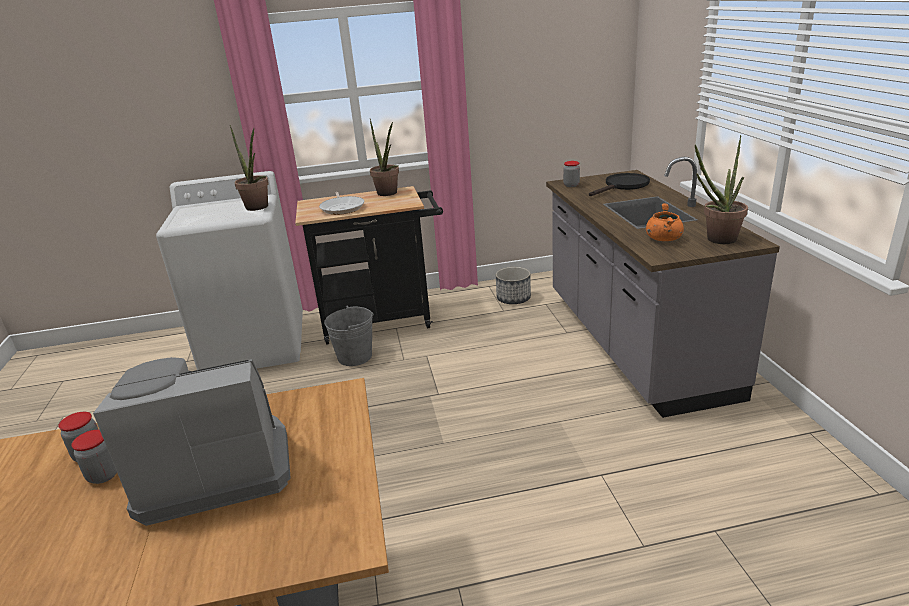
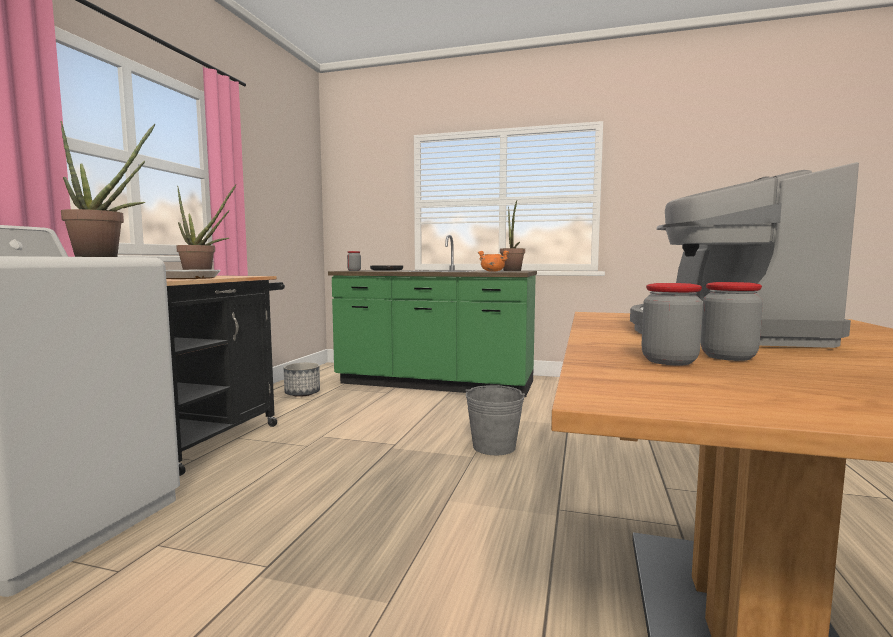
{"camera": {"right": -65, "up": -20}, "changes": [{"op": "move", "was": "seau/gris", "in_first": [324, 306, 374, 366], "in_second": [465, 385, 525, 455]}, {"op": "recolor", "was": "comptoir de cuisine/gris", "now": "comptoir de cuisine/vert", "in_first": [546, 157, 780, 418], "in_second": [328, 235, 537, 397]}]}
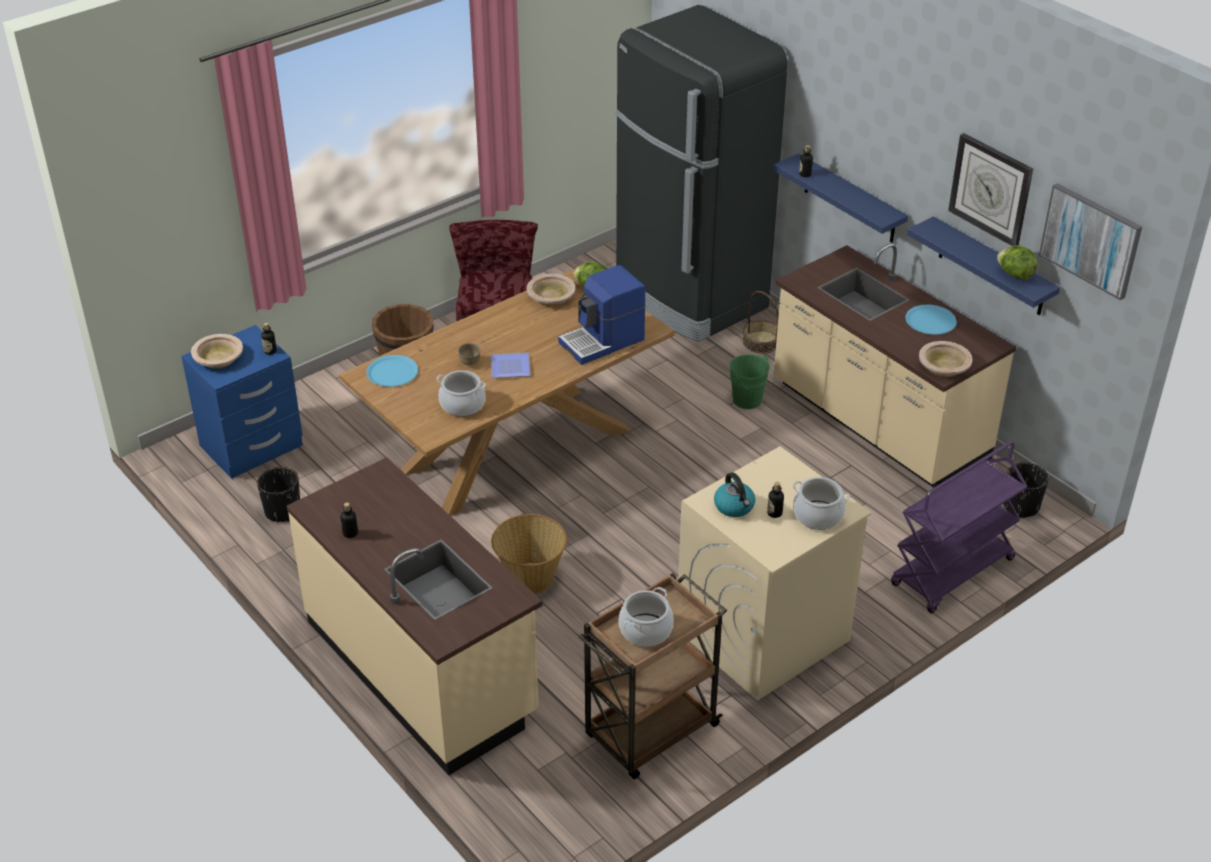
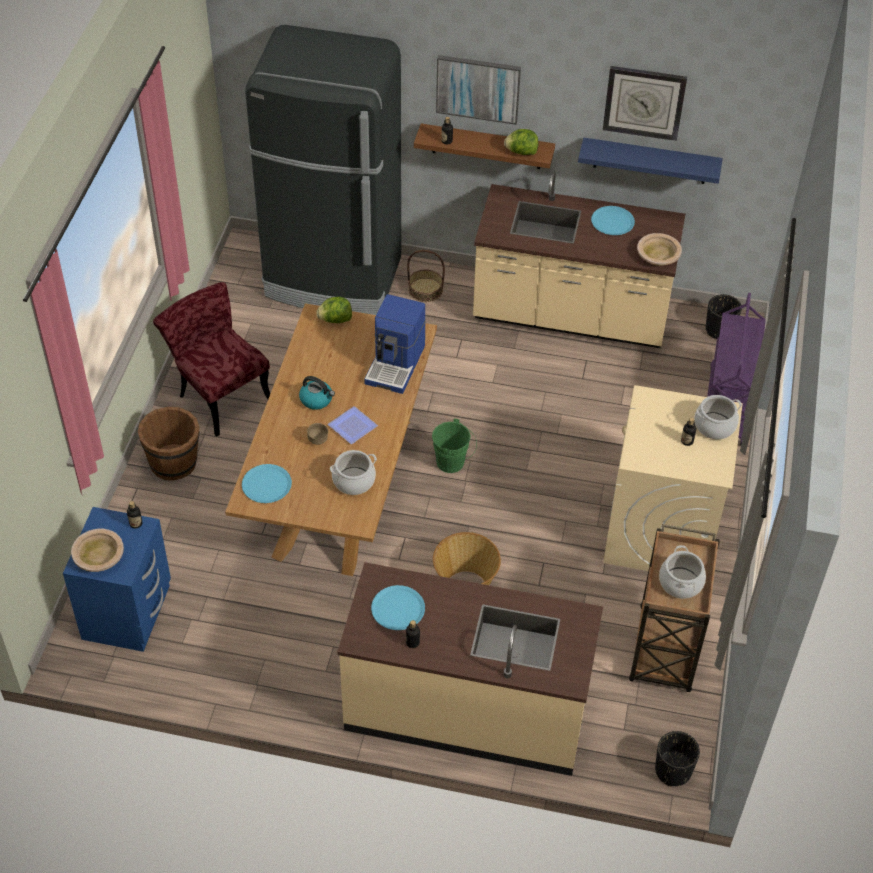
{"camera": {"right": -40, "up": 10}, "changes": [{"op": "delete", "was": "bol/beige", "in_first": [527, 274, 575, 306]}, {"op": "insert", "now": "assiette/bleu", "in_second": [371, 585, 425, 630]}, {"op": "move", "was": "cache-pot/noir", "in_first": [257, 467, 300, 522], "in_second": [655, 731, 700, 786]}, {"op": "move", "was": "bouilloire", "in_first": [714, 472, 755, 517], "in_second": [299, 376, 335, 410]}, {"op": "move", "was": "seau/vert", "in_first": [729, 354, 775, 409], "in_second": [432, 418, 477, 473]}, {"op": "move", "was": "laitue", "in_first": [997, 245, 1037, 280], "in_second": [504, 129, 538, 155]}, {"op": "move", "was": "tableau", "in_first": [1039, 183, 1142, 300], "in_second": [436, 55, 521, 125]}, {"op": "recolor", "was": "étagère/bleu", "now": "étagère/marron", "in_first": [773, 153, 908, 243], "in_second": [414, 124, 555, 169]}]}
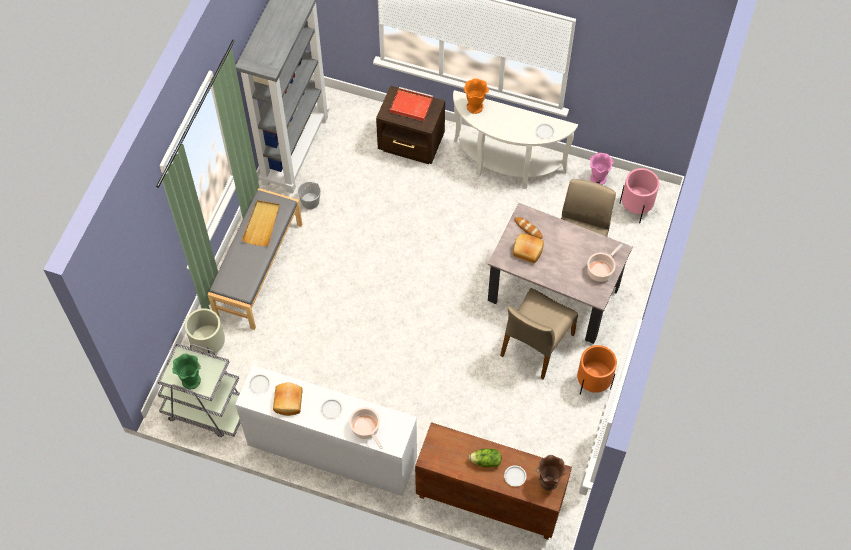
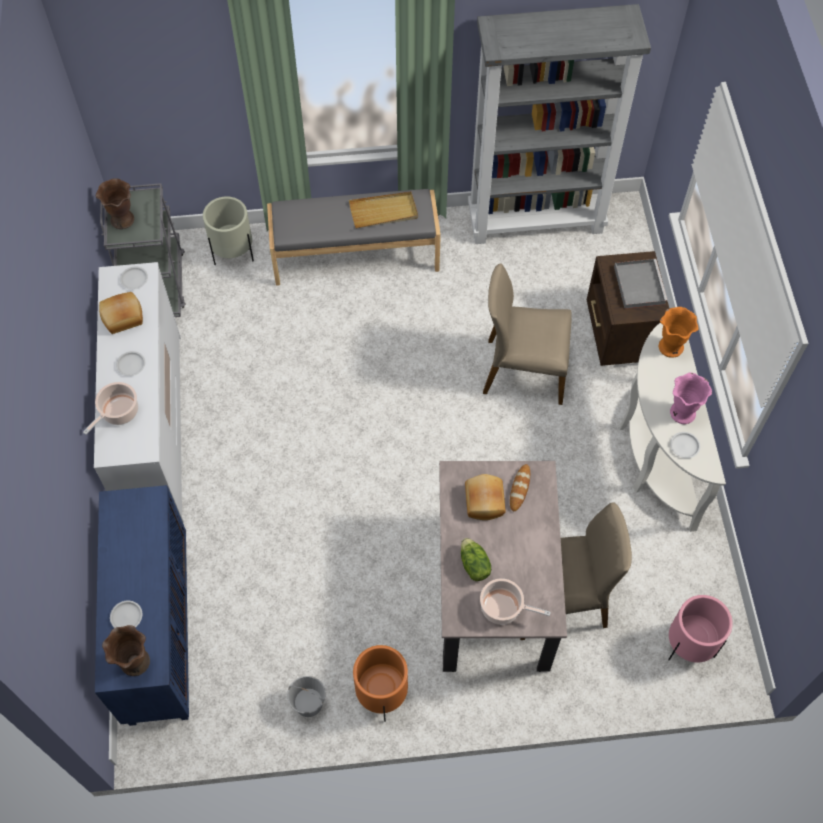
{"camera": {"right": 65, "up": 0}, "changes": [{"op": "move", "was": "seau/blanc", "in_first": [297, 182, 321, 209], "in_second": [287, 676, 326, 717]}, {"op": "move", "was": "laitue", "in_first": [469, 449, 502, 468], "in_second": [461, 538, 491, 581]}, {"op": "move", "was": "chaise/beige", "in_first": [500, 288, 578, 379], "in_second": [483, 263, 572, 405]}, {"op": "move", "was": "vase/rose", "in_first": [590, 152, 614, 185], "in_second": [670, 373, 712, 424]}, {"op": "recolor", "was": "vase/vert", "now": "vase/marron", "in_first": [172, 354, 201, 390], "in_second": [96, 178, 134, 229]}, {"op": "recolor", "was": "plateau/rouge", "now": "plateau/gris", "in_first": [390, 87, 433, 121], "in_second": [614, 259, 668, 309]}, {"op": "recolor", "was": "meuble de rangement/marron", "now": "meuble de rangement/bleu", "in_first": [415, 422, 572, 540], "in_second": [95, 485, 189, 726]}]}
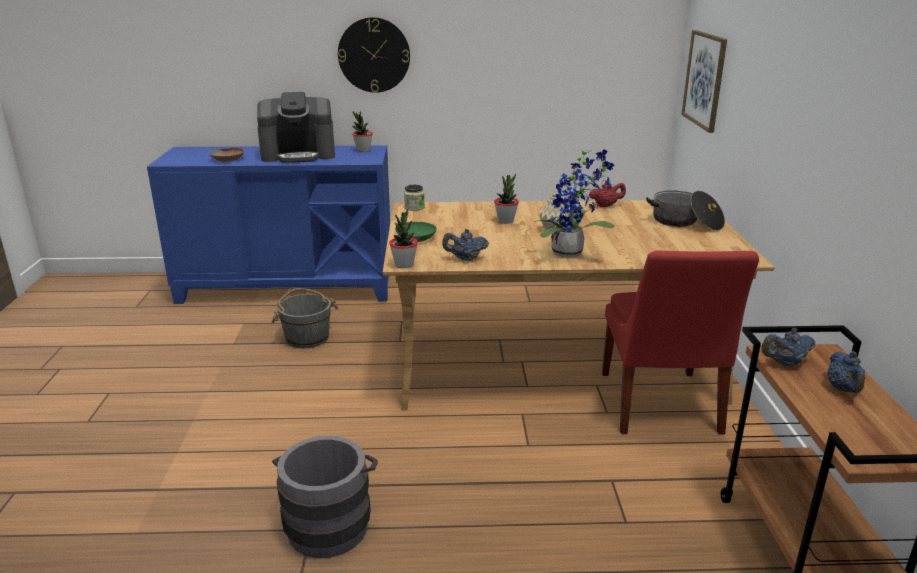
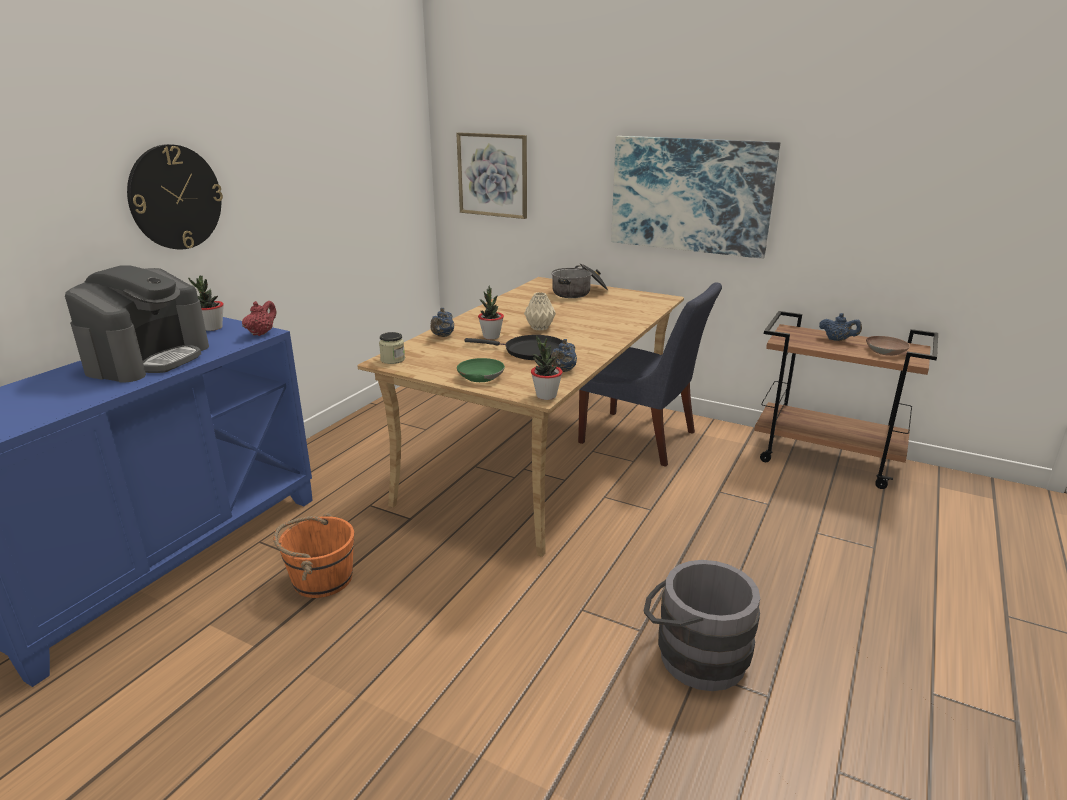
{"camera": {"right": -60, "up": 0}, "changes": [{"op": "delete", "was": "plante en pot", "in_first": [534, 148, 615, 257]}, {"op": "insert", "now": "poêle/noir", "in_second": [464, 335, 562, 360]}, {"op": "insert", "now": "tableau", "in_second": [611, 136, 780, 259]}, {"op": "move", "was": "bol/marron", "in_first": [209, 148, 244, 162], "in_second": [866, 336, 910, 356]}, {"op": "move", "was": "théière/rouge", "in_first": [589, 180, 626, 207], "in_second": [242, 301, 276, 336]}, {"op": "move", "was": "théière/bleu", "in_first": [761, 328, 816, 367], "in_second": [430, 308, 454, 337]}, {"op": "recolor", "was": "seau/gris", "now": "seau/orange", "in_first": [271, 288, 338, 348], "in_second": [274, 513, 354, 598]}, {"op": "recolor", "was": "chaise/rouge", "now": "chaise/bleu", "in_first": [602, 250, 759, 435], "in_second": [578, 283, 722, 467]}]}
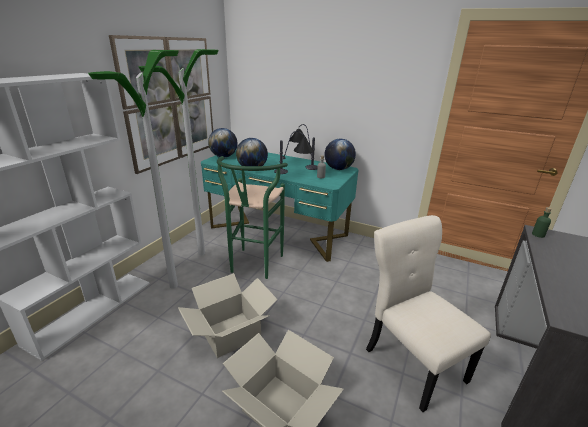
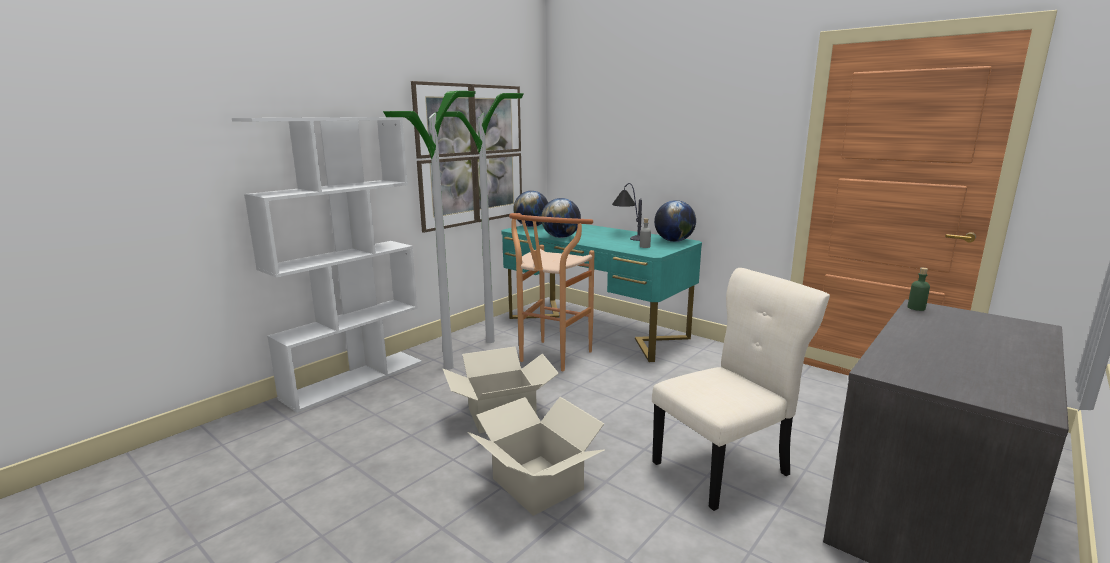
{"camera": {"right": 15, "up": -10}, "changes": [{"op": "delete", "was": "lampe de table", "in_first": [274, 131, 314, 174]}, {"op": "recolor", "was": "tabouret/vert", "now": "tabouret/marron", "in_first": [217, 156, 288, 279], "in_second": [509, 213, 594, 371]}, {"op": "rotate", "was": "chaise/beige", "in_first": [366, 215, 491, 412], "in_second": [652, 268, 830, 511], "clockwise": 75}]}
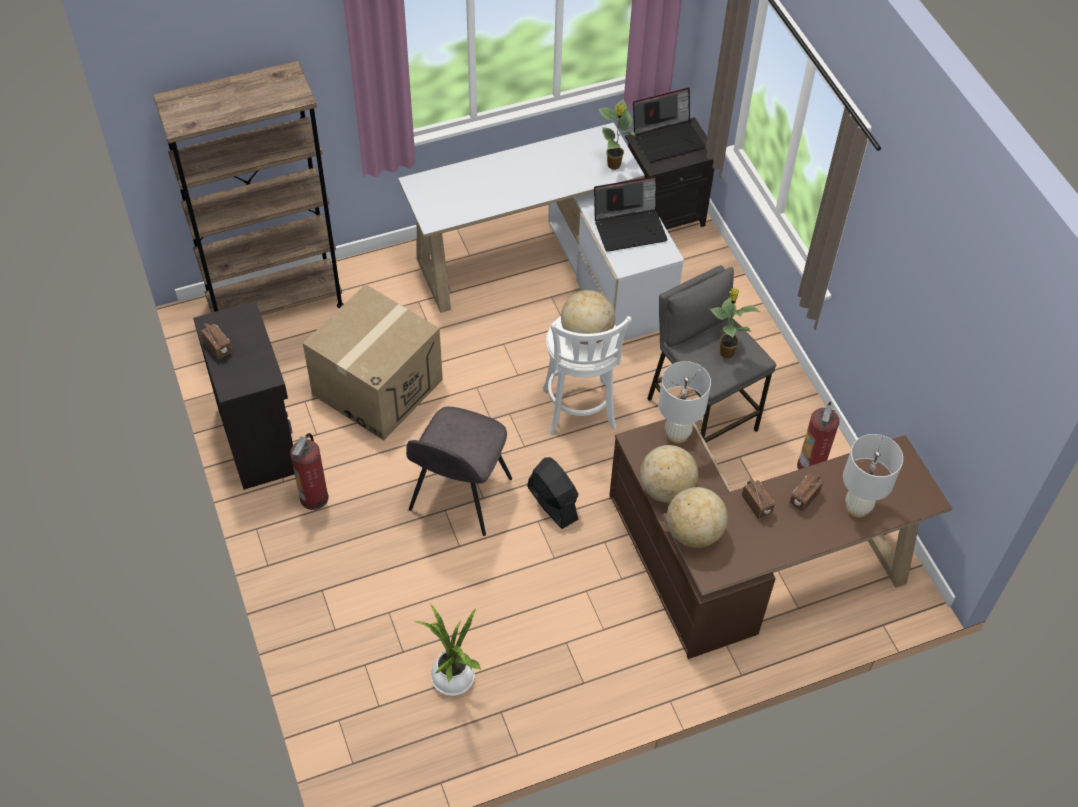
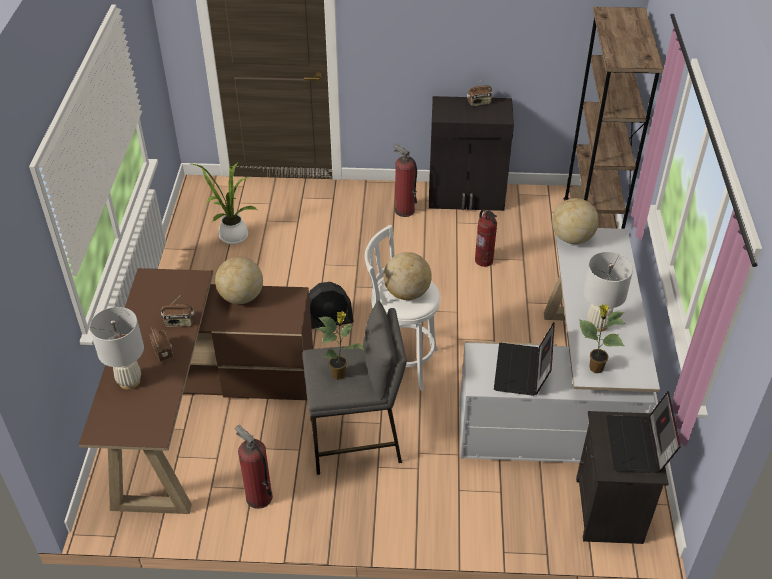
{"camera": {"right": 115, "up": -10}, "changes": [{"op": "delete", "was": "chaise/gris", "in_first": [406, 407, 512, 536]}, {"op": "move", "was": "lampe de table/blanc", "in_first": [658, 361, 711, 443], "in_second": [583, 252, 633, 332]}, {"op": "move", "was": "globe", "in_first": [667, 487, 728, 548], "in_second": [552, 198, 599, 244]}, {"op": "replace", "was": "carton", "now": "extincteur", "in_first": [303, 284, 443, 440], "in_second": [475, 209, 497, 267]}]}
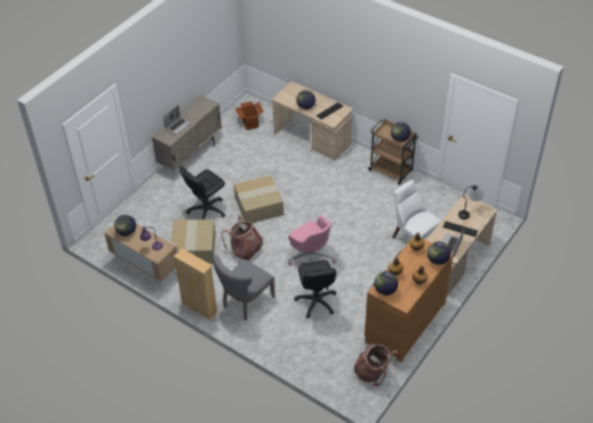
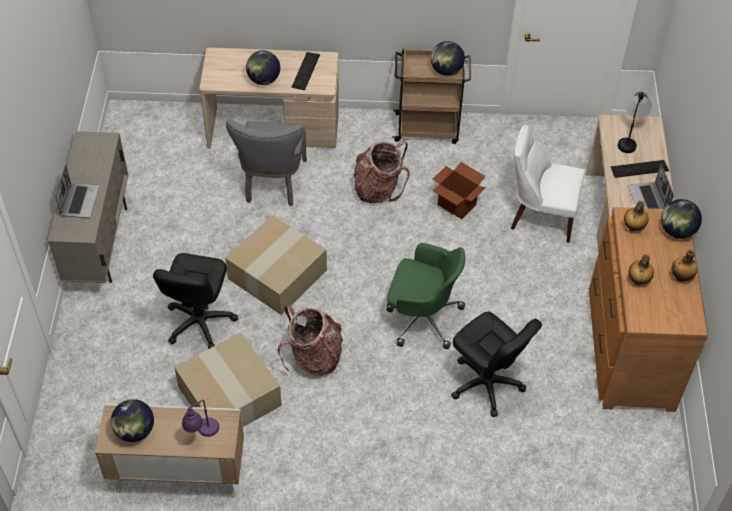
{"camera": {"right": -35, "up": 5}, "changes": [{"op": "delete", "was": "bibliothèque/beige", "in_first": [173, 248, 218, 320]}, {"op": "delete", "was": "globe", "in_first": [374, 271, 398, 295]}, {"op": "move", "was": "chaise/gris", "in_first": [213, 255, 275, 321], "in_second": [226, 120, 307, 206]}, {"op": "move", "was": "carton", "in_first": [235, 101, 264, 130], "in_second": [432, 162, 486, 219]}, {"op": "move", "was": "sac à dos", "in_first": [354, 344, 400, 386], "in_second": [354, 140, 410, 203]}, {"op": "recolor", "was": "chaise de bureau/rose", "now": "chaise de bureau/vert", "in_first": [288, 215, 337, 265], "in_second": [387, 243, 465, 349]}]}
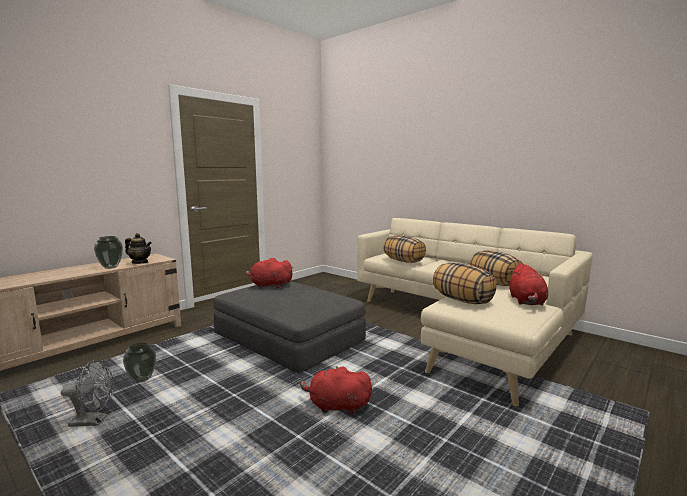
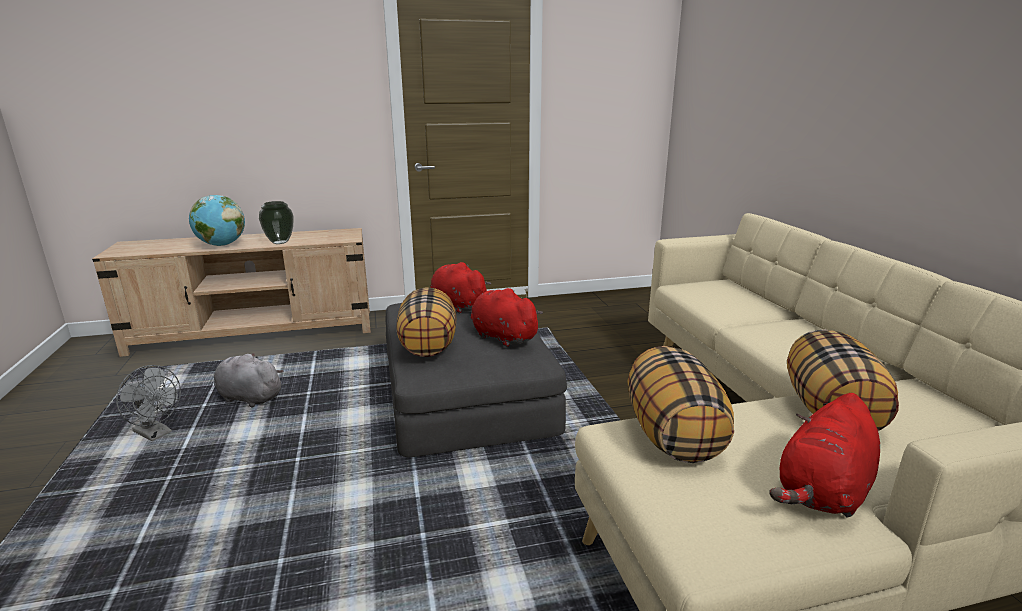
{"camera": {"right": 35, "up": 10}, "changes": [{"op": "delete", "was": "théière", "in_first": [125, 233, 152, 264]}, {"op": "insert", "now": "globe", "in_second": [189, 195, 245, 246]}, {"op": "move", "was": "peluche/rouge", "in_first": [300, 366, 372, 415], "in_second": [471, 288, 543, 347]}, {"op": "move", "was": "coussin", "in_first": [383, 235, 426, 263], "in_second": [396, 287, 456, 357]}, {"op": "replace", "was": "vase", "now": "peluche/gris", "in_first": [123, 342, 156, 383], "in_second": [214, 353, 284, 408]}]}
